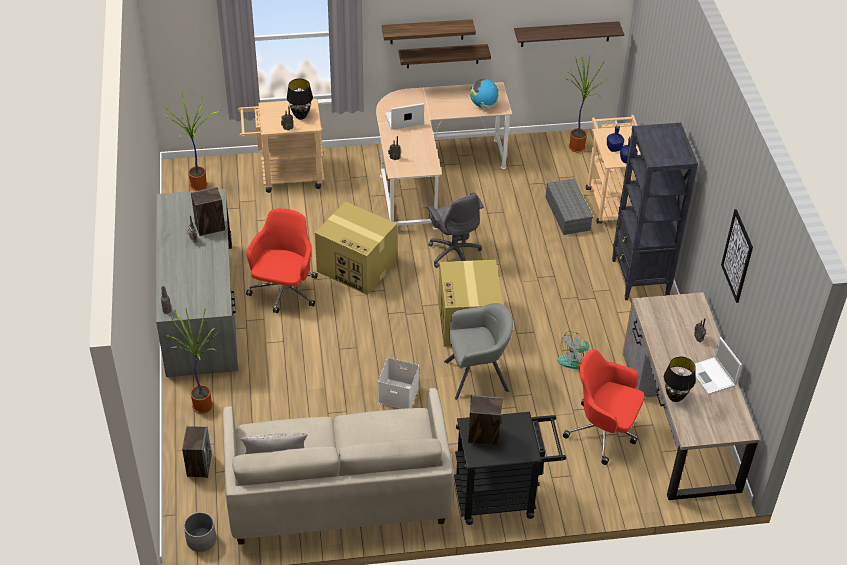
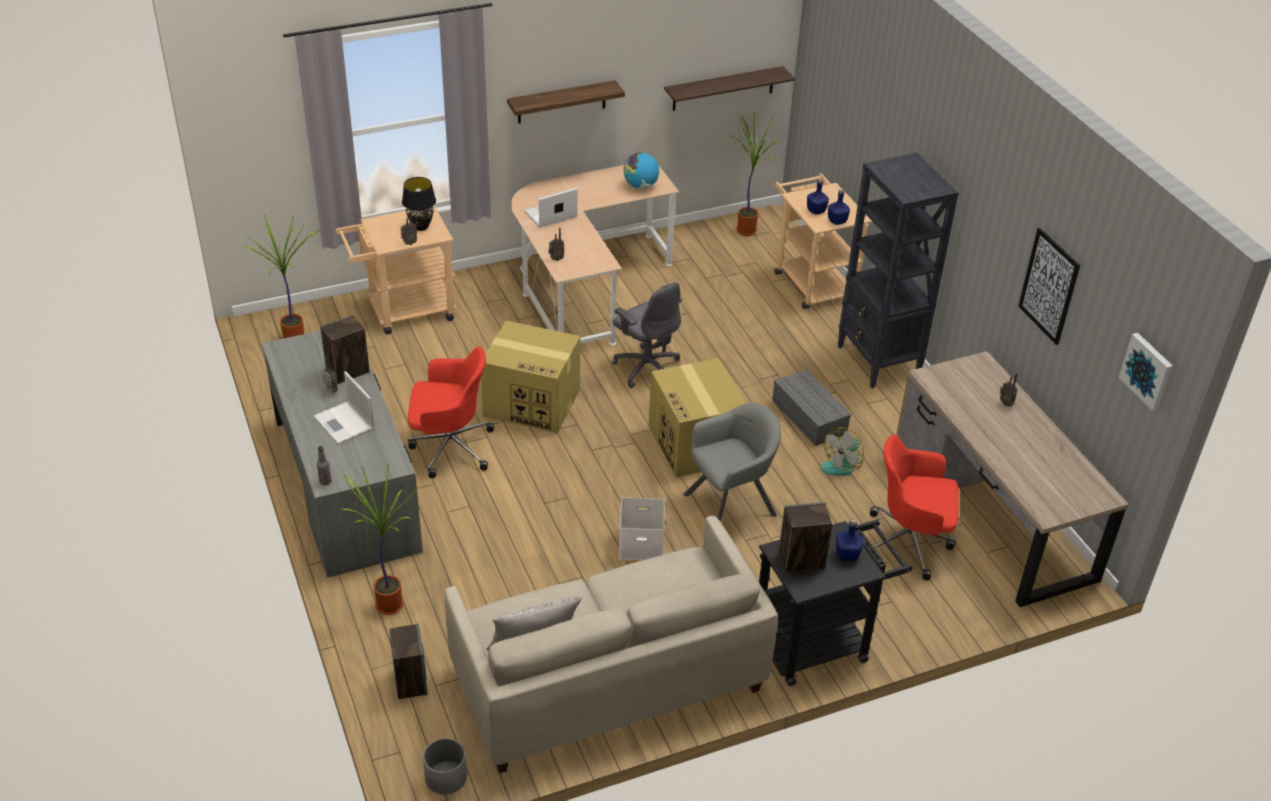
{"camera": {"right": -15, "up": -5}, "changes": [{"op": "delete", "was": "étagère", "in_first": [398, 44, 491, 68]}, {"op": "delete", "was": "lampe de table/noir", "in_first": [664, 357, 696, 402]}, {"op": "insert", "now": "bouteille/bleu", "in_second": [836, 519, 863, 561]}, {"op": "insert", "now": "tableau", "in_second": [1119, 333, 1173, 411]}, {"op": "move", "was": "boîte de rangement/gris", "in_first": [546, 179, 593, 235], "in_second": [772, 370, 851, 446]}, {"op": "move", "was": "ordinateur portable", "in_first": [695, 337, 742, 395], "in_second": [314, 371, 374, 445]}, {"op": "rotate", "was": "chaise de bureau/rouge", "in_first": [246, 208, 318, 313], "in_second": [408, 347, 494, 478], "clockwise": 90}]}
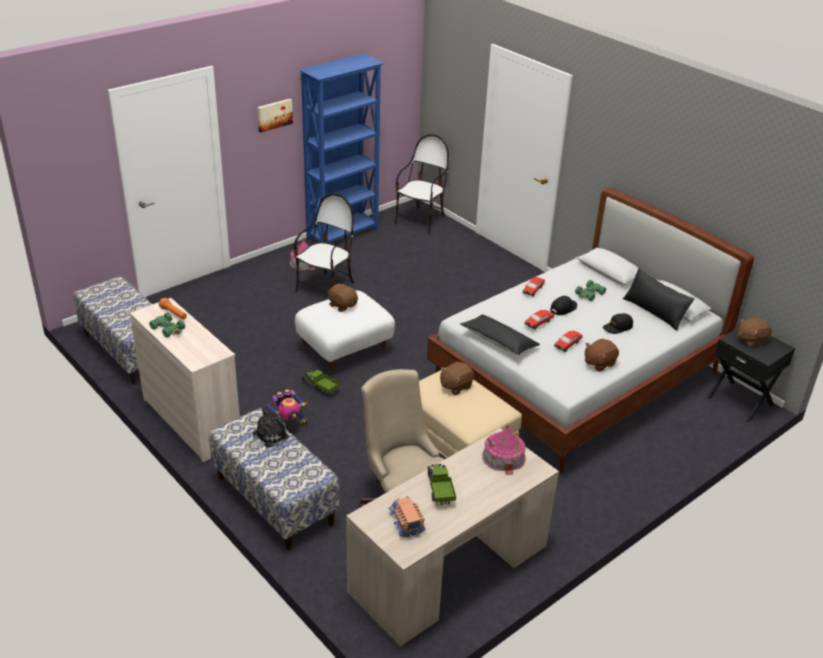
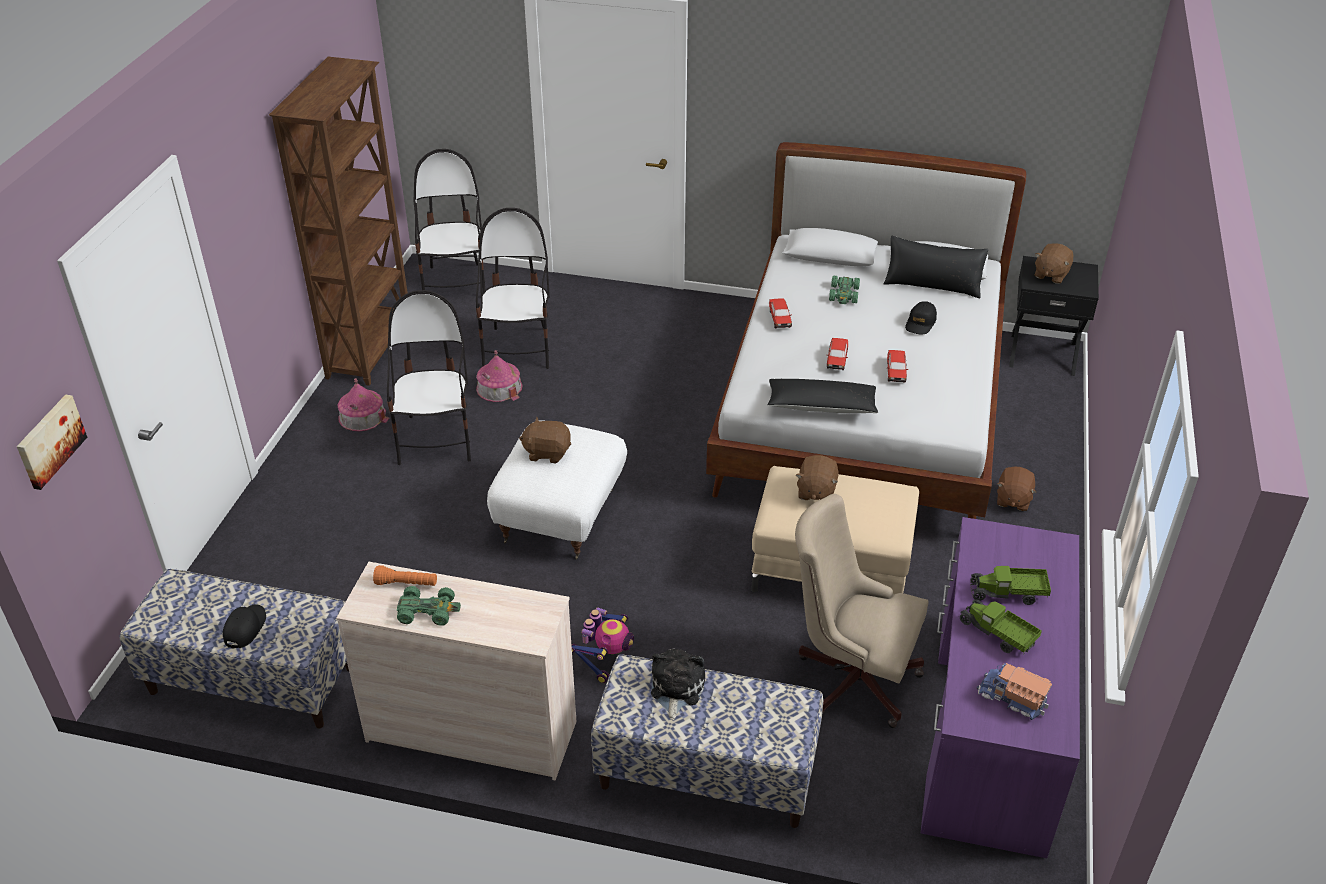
{"camera": {"right": -35, "up": 5}, "changes": [{"op": "insert", "now": "chaise", "in_second": [476, 208, 550, 369]}, {"op": "move", "was": "tableau", "in_first": [257, 99, 293, 133], "in_second": [17, 394, 87, 490]}, {"op": "move", "was": "camion jouet", "in_first": [301, 370, 340, 395], "in_second": [969, 566, 1051, 605]}, {"op": "move", "was": "maison miniature", "in_first": [482, 424, 526, 475], "in_second": [476, 350, 523, 402]}, {"op": "move", "was": "casquette/noir", "in_first": [550, 296, 577, 315], "in_second": [223, 604, 266, 649]}, {"op": "move", "was": "peluche/marron", "in_first": [585, 339, 619, 372], "in_second": [997, 466, 1036, 511]}, {"op": "recolor", "was": "bibliothèque/bleu", "now": "bibliothèque/marron", "in_first": [299, 54, 384, 243], "in_second": [269, 57, 408, 386]}, {"op": "recolor", "was": "bureau/beige", "now": "bureau/violet", "in_first": [346, 428, 559, 647], "in_second": [921, 517, 1080, 858]}]}
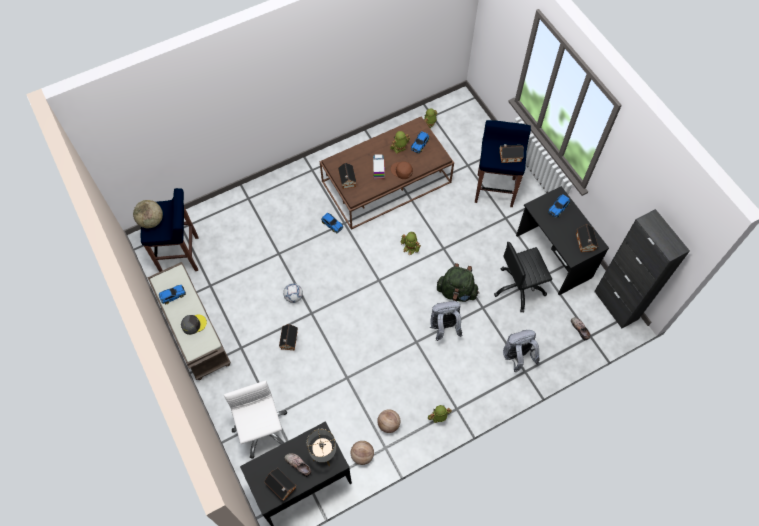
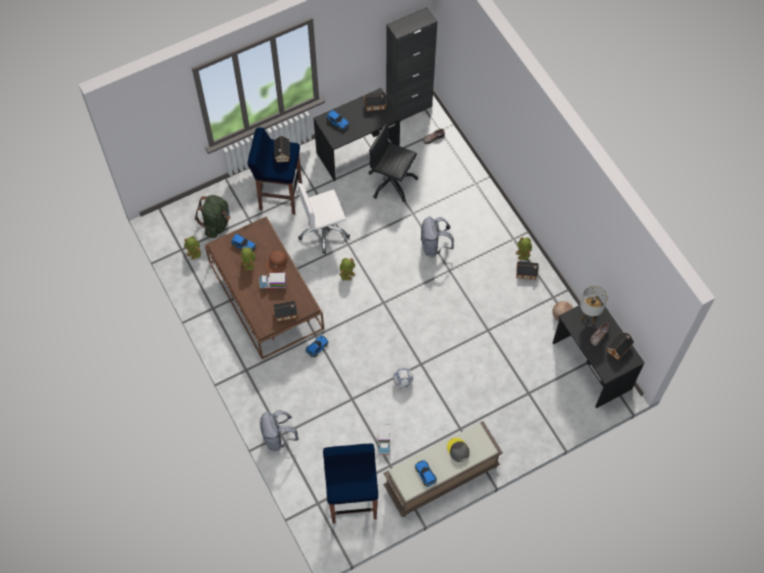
{"camera": {"right": -90, "up": 0}, "changes": [{"op": "delete", "was": "globe", "in_first": [133, 200, 163, 228]}, {"op": "delete", "was": "ballon de basket", "in_first": [377, 409, 400, 433]}, {"op": "insert", "now": "camion jouet", "in_second": [378, 425, 390, 455]}, {"op": "move", "was": "chaise de bureau/blanc", "in_first": [224, 380, 287, 459], "in_second": [298, 183, 350, 254]}, {"op": "move", "was": "maison miniature", "in_first": [279, 324, 298, 351], "in_second": [516, 261, 539, 280]}, {"op": "move", "was": "sac à dos/vert", "in_first": [437, 263, 479, 302], "in_second": [195, 195, 230, 238]}, {"op": "move", "was": "sac à dos/gris", "in_first": [503, 330, 540, 372], "in_second": [260, 410, 299, 451]}, {"op": "rotate", "was": "chaise de bureau/noir", "in_first": [494, 242, 552, 312], "in_second": [368, 123, 418, 202], "clockwise": 135}]}
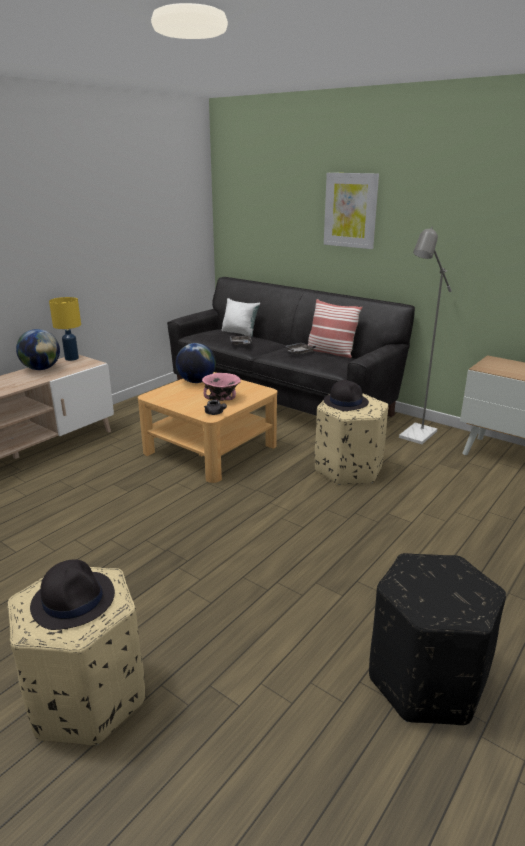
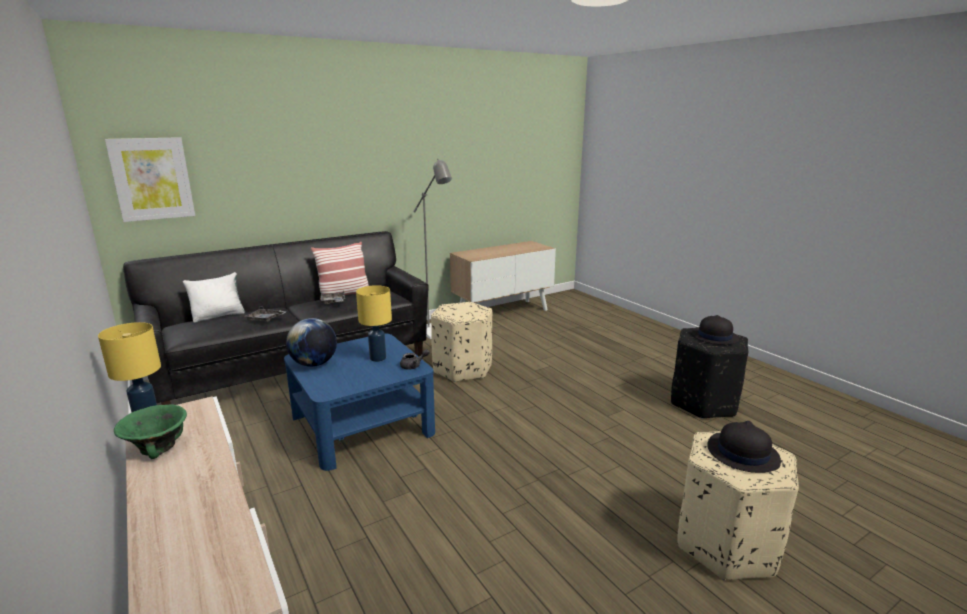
{"camera": {"right": -70, "up": -5}, "changes": [{"op": "move", "was": "tableau", "in_first": [324, 173, 379, 249], "in_second": [105, 137, 195, 222]}, {"op": "move", "was": "chapeau/noir", "in_first": [324, 380, 369, 411], "in_second": [692, 315, 739, 345]}, {"op": "replace", "was": "globe", "now": "bol/vert", "in_first": [16, 329, 60, 370], "in_second": [114, 404, 187, 459]}, {"op": "replace", "was": "bol/rose", "now": "lampe de table/jaune", "in_first": [202, 373, 241, 401], "in_second": [356, 285, 392, 362]}, {"op": "recolor", "was": "table basse/beige", "now": "table basse/bleu", "in_first": [138, 372, 277, 483], "in_second": [284, 334, 435, 471]}]}
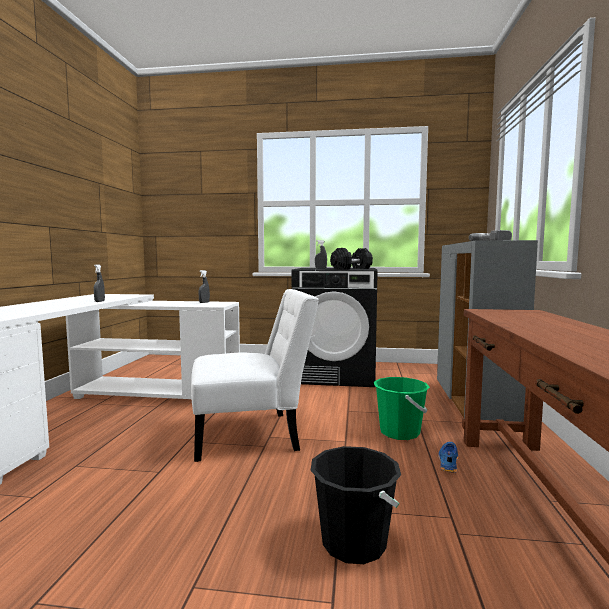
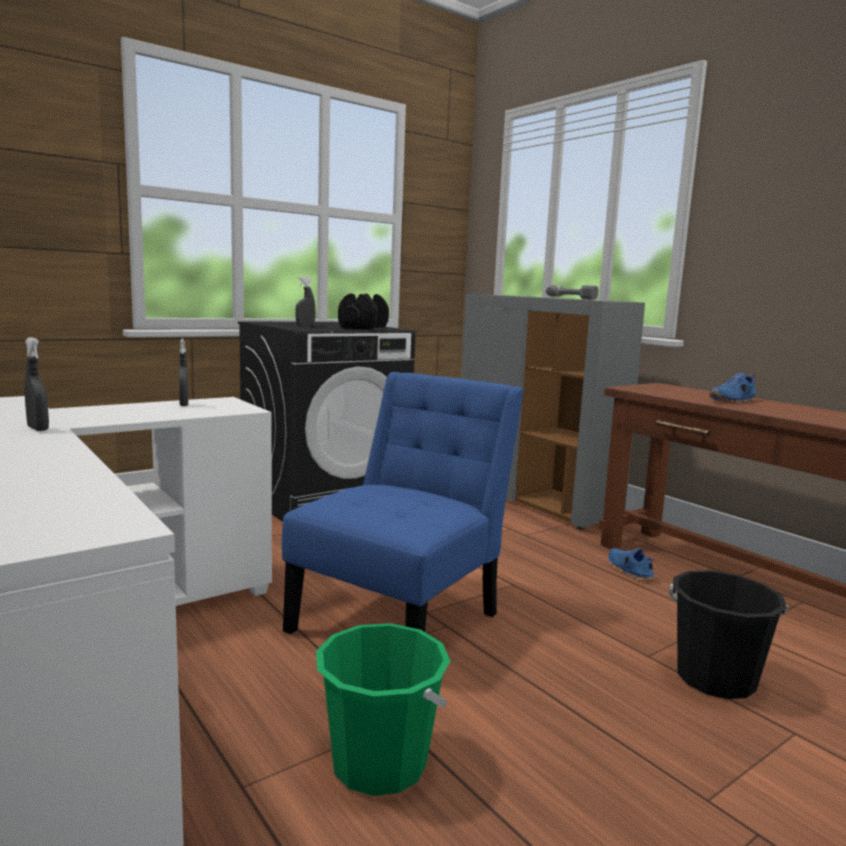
{"camera": {"right": -45, "up": 5}, "changes": [{"op": "insert", "now": "chaussure/bleu", "in_second": [709, 373, 756, 403]}, {"op": "move", "was": "seau/vert", "in_first": [374, 377, 430, 440], "in_second": [316, 623, 450, 796]}, {"op": "recolor", "was": "chaise/blanc", "now": "chaise/bleu", "in_first": [191, 289, 319, 462], "in_second": [282, 372, 524, 634]}]}
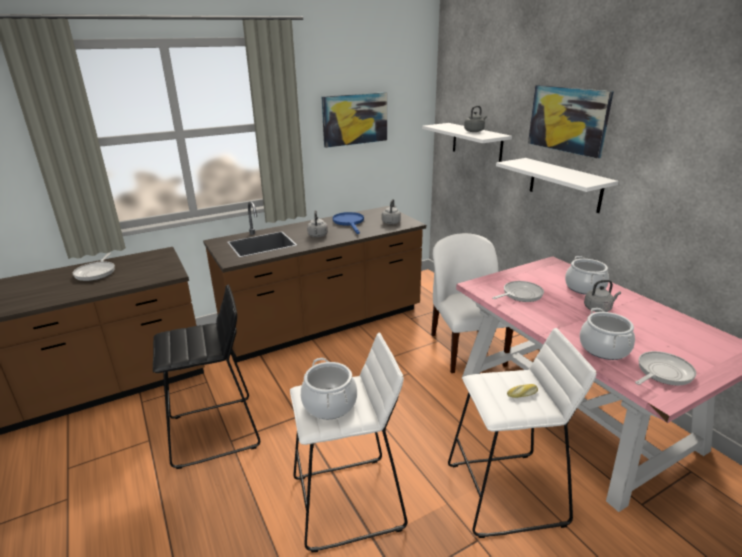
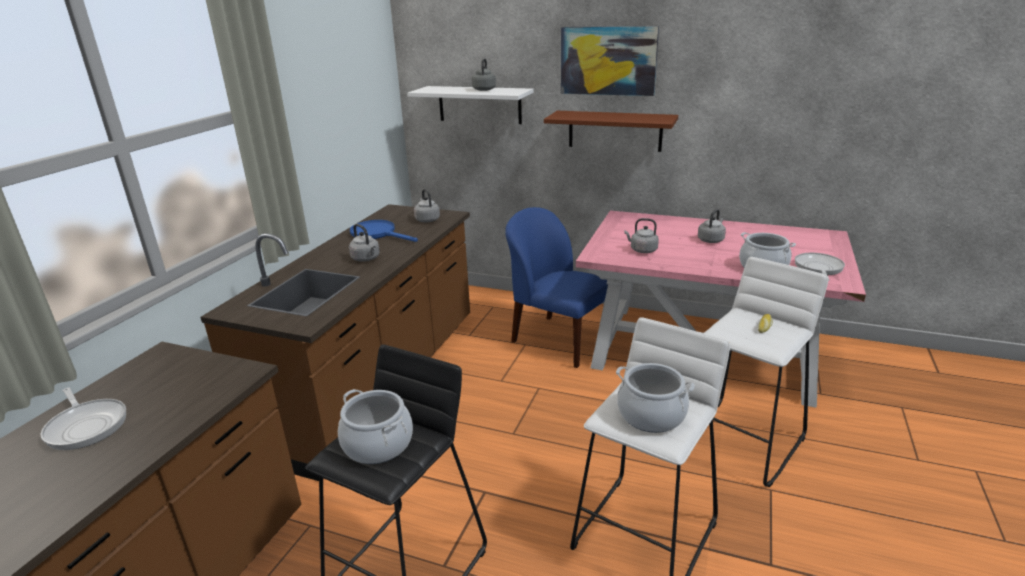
{"camera": {"right": -40, "up": 0}, "changes": [{"op": "delete", "was": "tableau", "in_first": [322, 92, 387, 148]}, {"op": "move", "was": "marmite", "in_first": [565, 256, 609, 295], "in_second": [338, 389, 413, 464]}, {"op": "replace", "was": "poêle", "now": "bouilloire/gris", "in_first": [492, 281, 544, 302], "in_second": [624, 218, 659, 253]}, {"op": "recolor", "was": "chaise/blanc", "now": "chaise/bleu", "in_first": [431, 233, 513, 373], "in_second": [505, 207, 614, 368]}, {"op": "recolor", "was": "étagère/blanc", "now": "étagère/marron", "in_first": [496, 158, 619, 213], "in_second": [544, 111, 678, 152]}]}
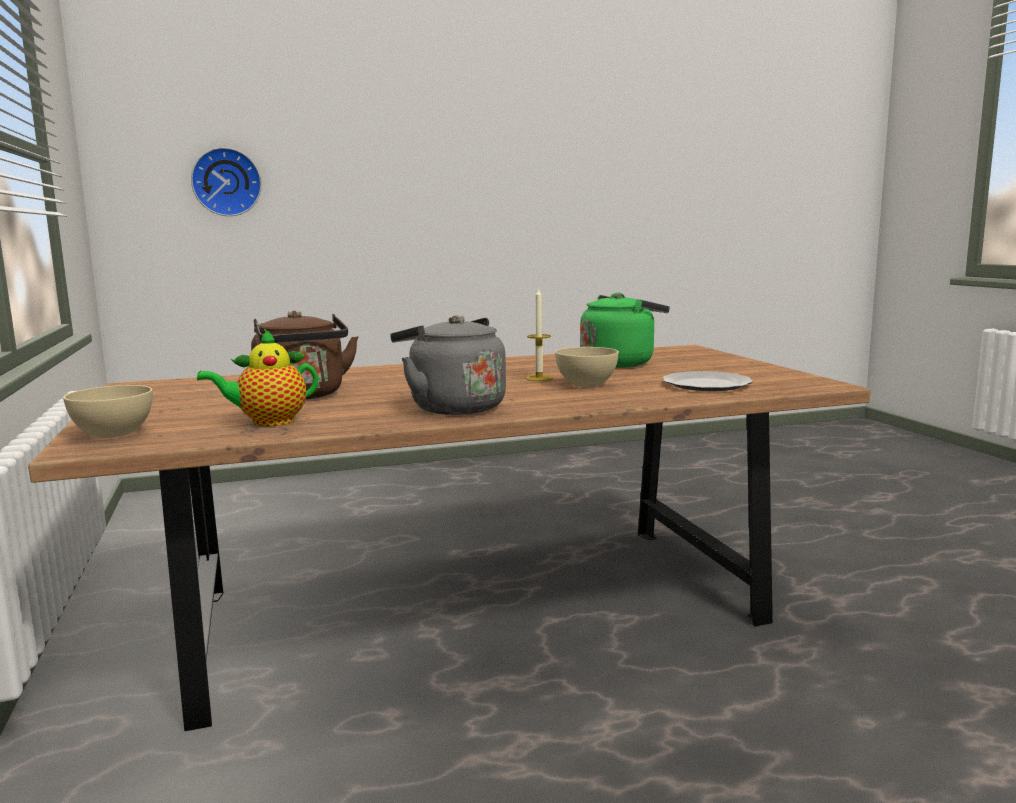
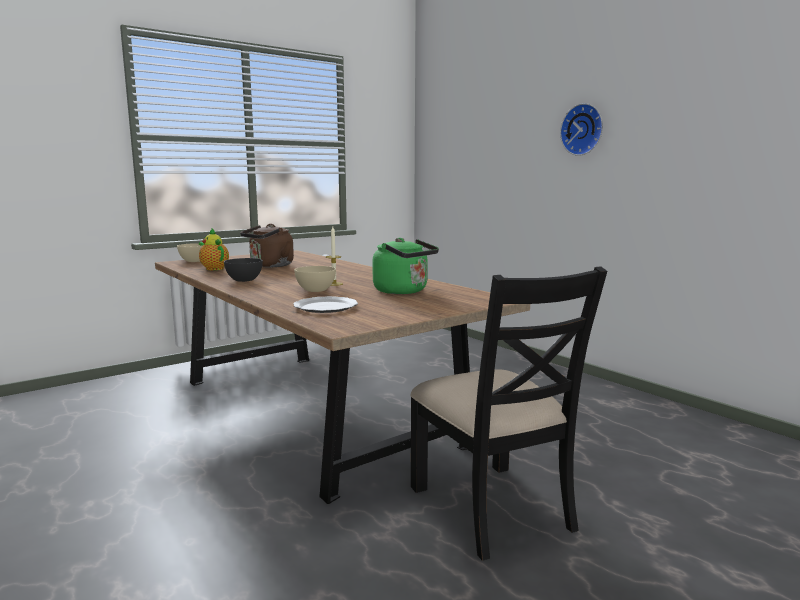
{"camera": {"right": 70, "up": 0}, "changes": [{"op": "insert", "now": "chaise/noir", "in_second": [410, 267, 607, 561]}, {"op": "move", "was": "horloge murale", "in_first": [191, 147, 262, 216], "in_second": [560, 103, 603, 156]}, {"op": "replace", "was": "bouilloire/gris", "now": "bol/gris", "in_first": [390, 315, 506, 415], "in_second": [224, 258, 263, 282]}]}
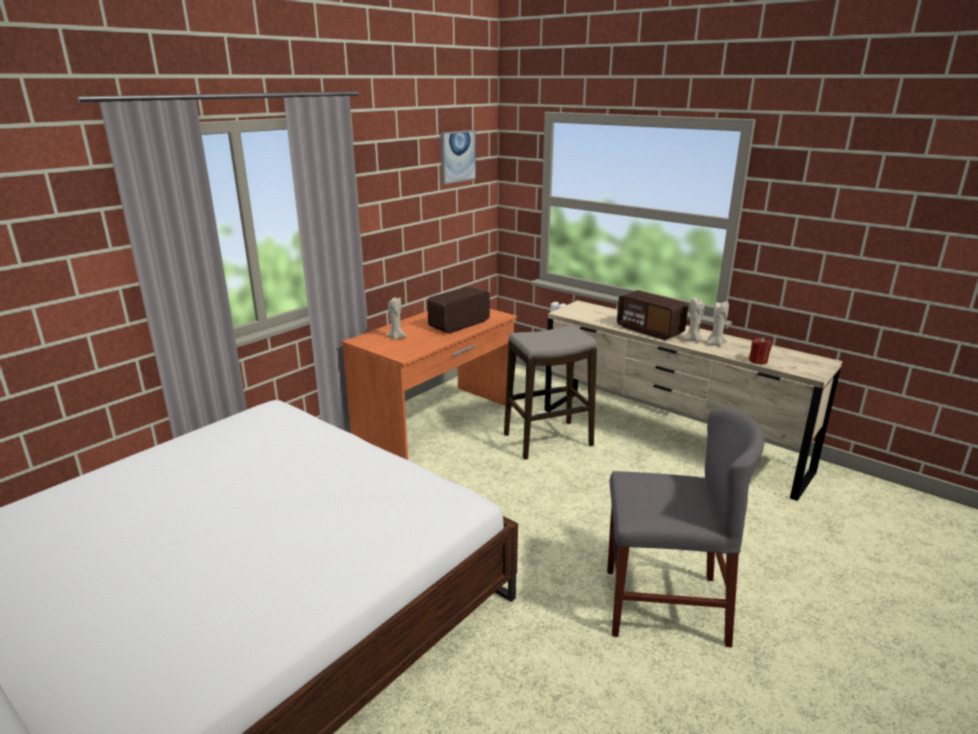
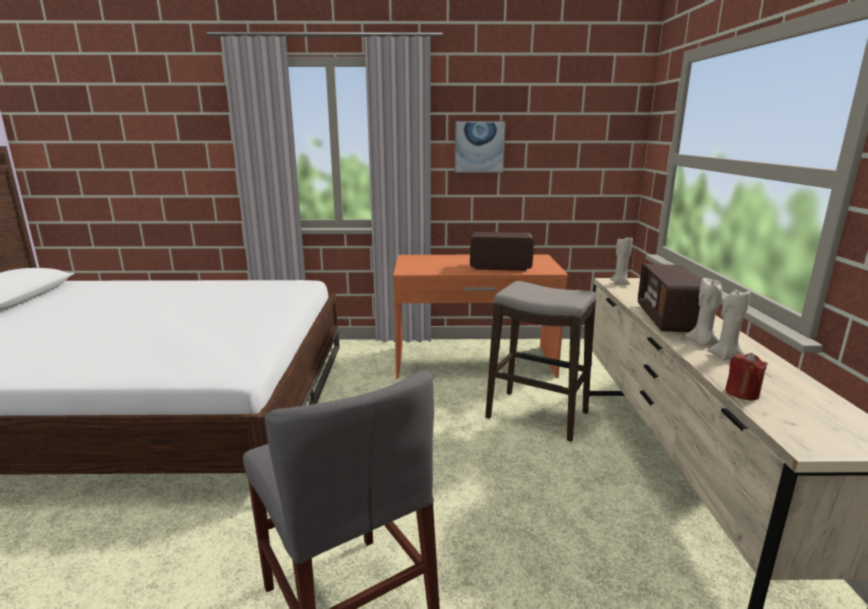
{"camera": {"right": 50, "up": -5}, "changes": [{"op": "move", "was": "bougie/beige", "in_first": [386, 297, 407, 340], "in_second": [610, 237, 633, 285]}, {"op": "move", "was": "tableau", "in_first": [440, 130, 476, 184], "in_second": [455, 121, 506, 173]}]}
